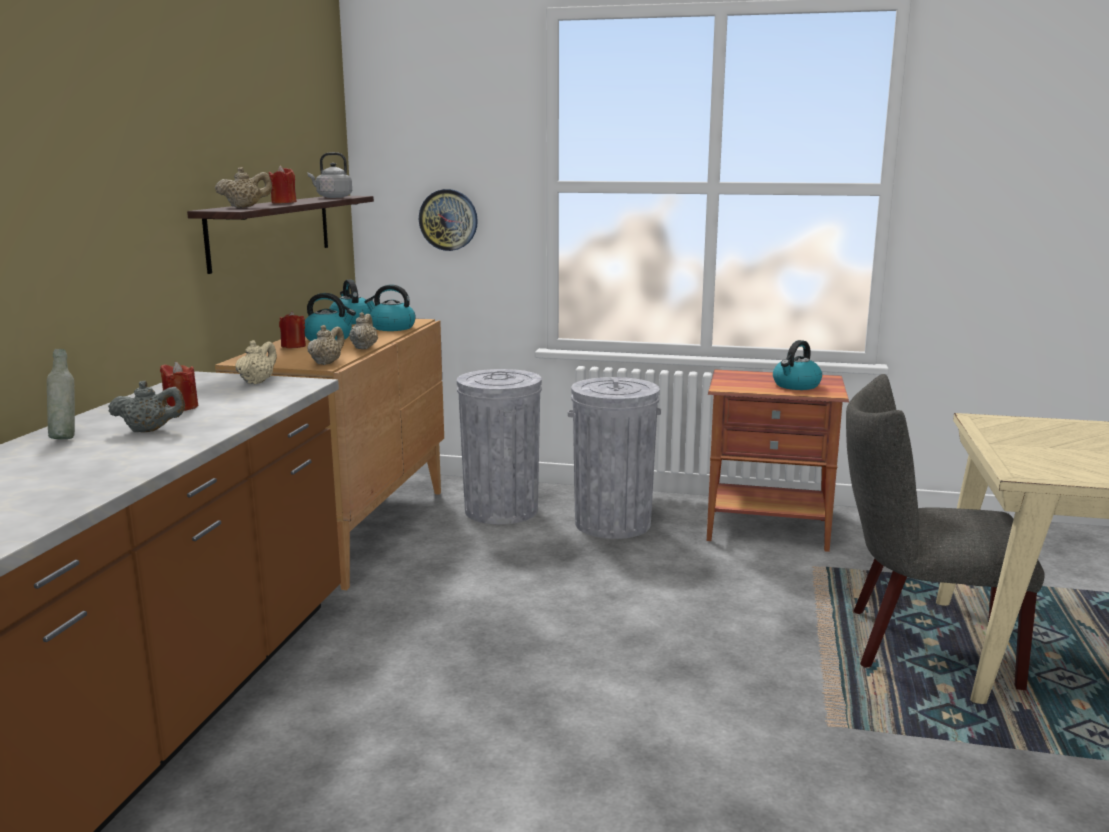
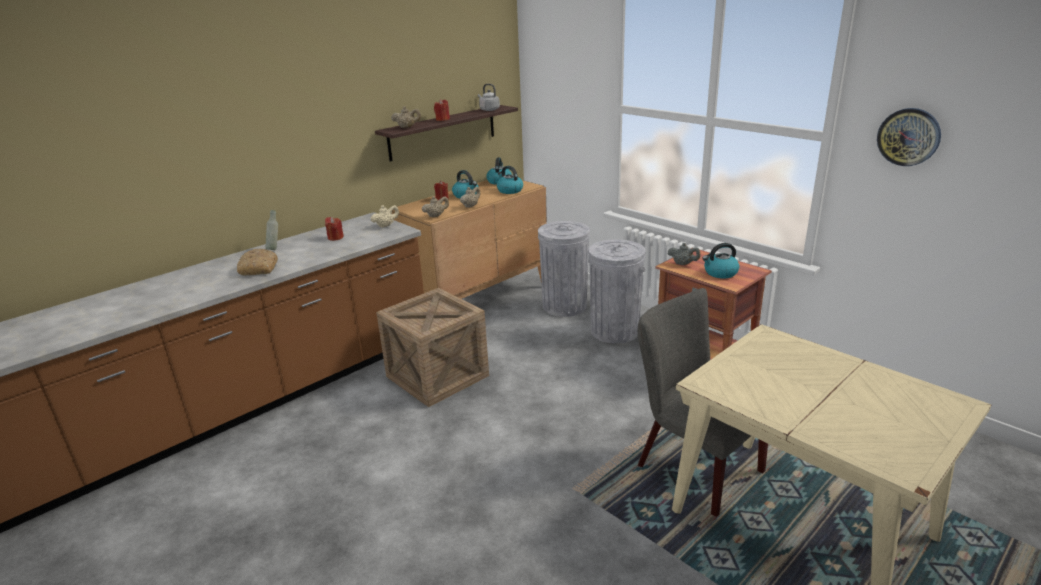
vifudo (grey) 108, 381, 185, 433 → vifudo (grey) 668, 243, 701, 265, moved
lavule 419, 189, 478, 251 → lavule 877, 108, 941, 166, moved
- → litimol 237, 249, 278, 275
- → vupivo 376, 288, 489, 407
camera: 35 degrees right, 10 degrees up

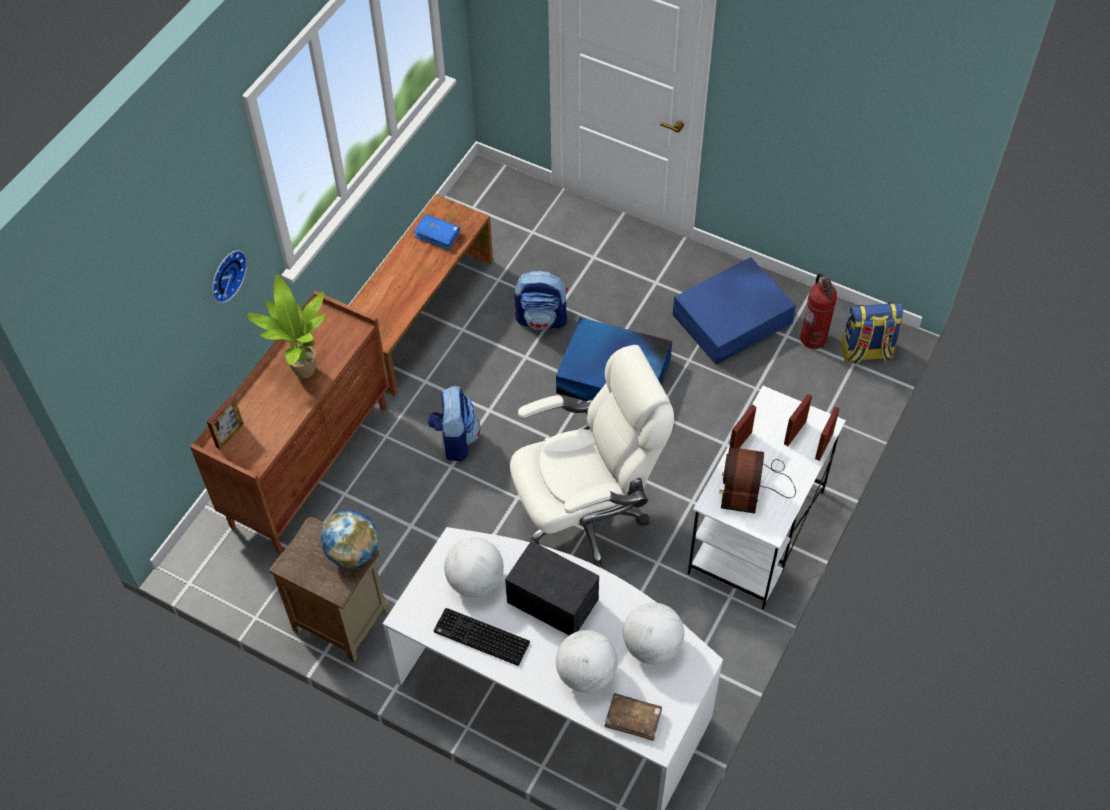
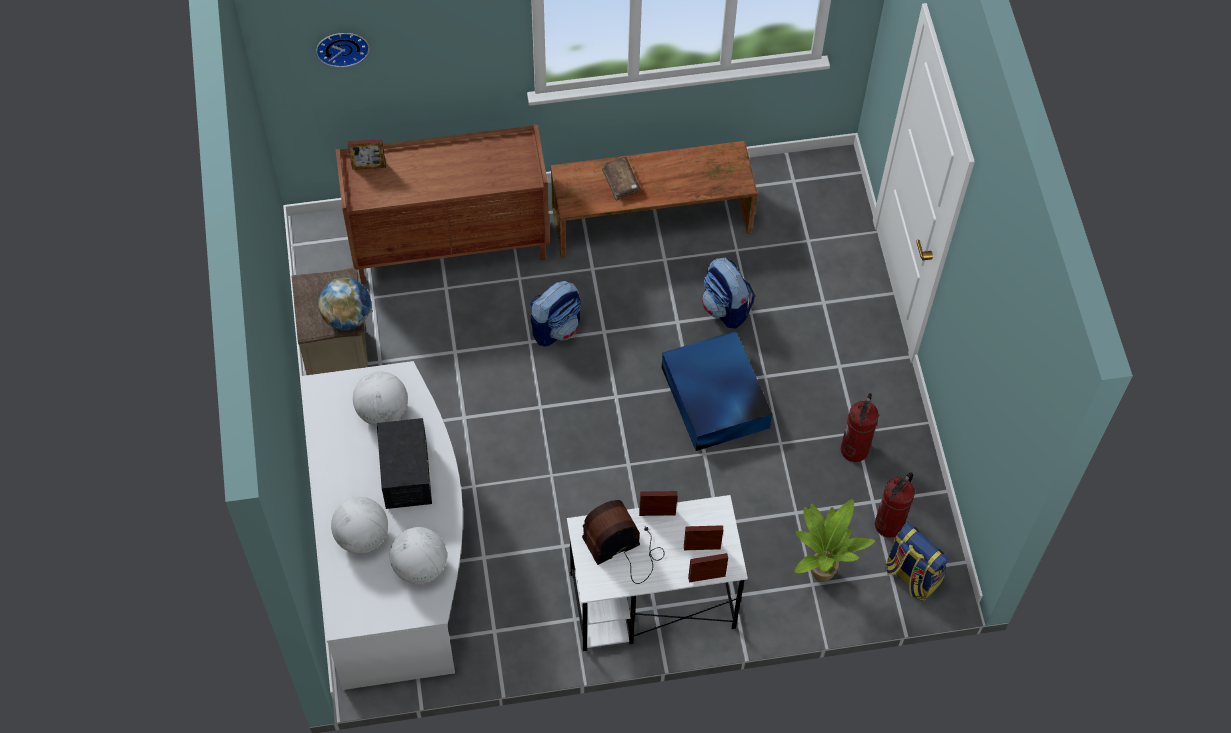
lavule 212, 250, 247, 303 → lavule 316, 33, 369, 67, moved
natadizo 247, 274, 326, 378 → natadizo 794, 499, 875, 582, moved
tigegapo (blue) 414, 214, 460, 250 → -
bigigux 434, 608, 530, 666 → -
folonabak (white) 510, 345, 674, 569 → -
tigegapo (brown) 605, 693, 662, 741 → tigegapo (brown) 602, 157, 640, 201, moved
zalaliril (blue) 673, 257, 796, 365 → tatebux 841, 393, 879, 462
camera: 50 degrees right, 5 degrees up

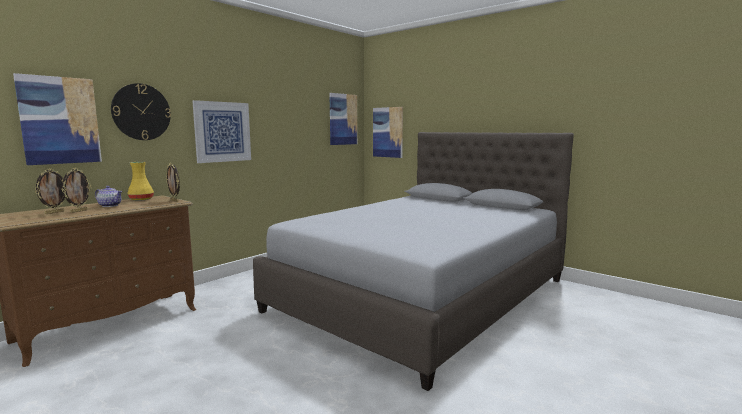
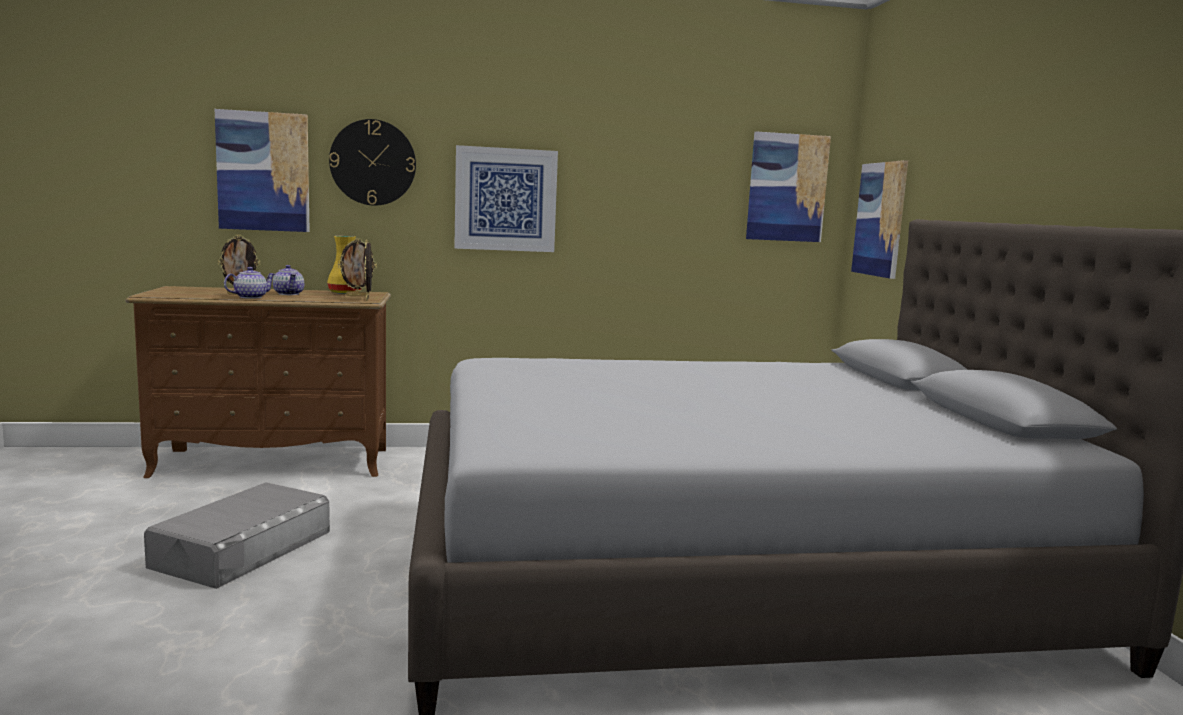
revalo 35, 169, 65, 214 → revalo 338, 238, 377, 296, moved
- → zalaliril (grey) 144, 482, 330, 589
- → vifudo 224, 267, 275, 299
camera: 40 degrees right, 0 degrees up

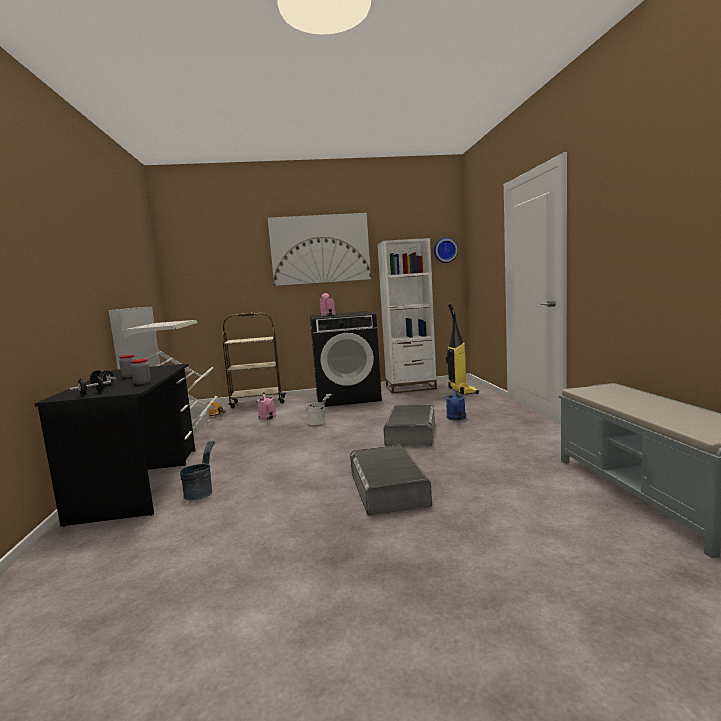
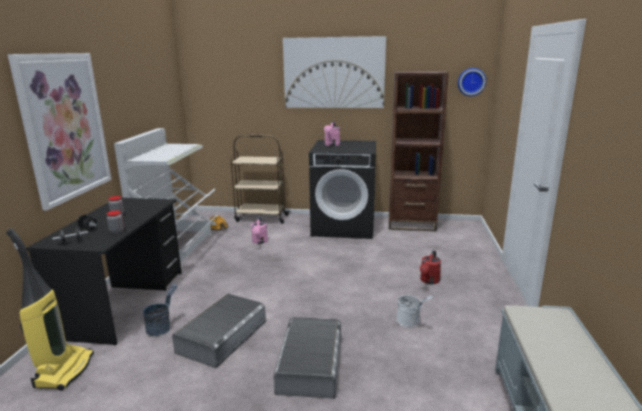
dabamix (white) 306, 394, 332, 425 → dabamix (white) 396, 295, 434, 328, moved
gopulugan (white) 377, 238, 437, 394 → gopulugan (brown) 389, 71, 449, 231
zalaliril (grey) 383, 405, 435, 446 → zalaliril (grey) 172, 294, 266, 368, moved
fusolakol 446, 303, 479, 395 → fusolakol 6, 228, 94, 391, moved
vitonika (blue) 446, 389, 466, 420 → vitonika (red) 420, 251, 441, 284
- → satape 7, 53, 111, 210
camera: 15 degrees right, 10 degrees up

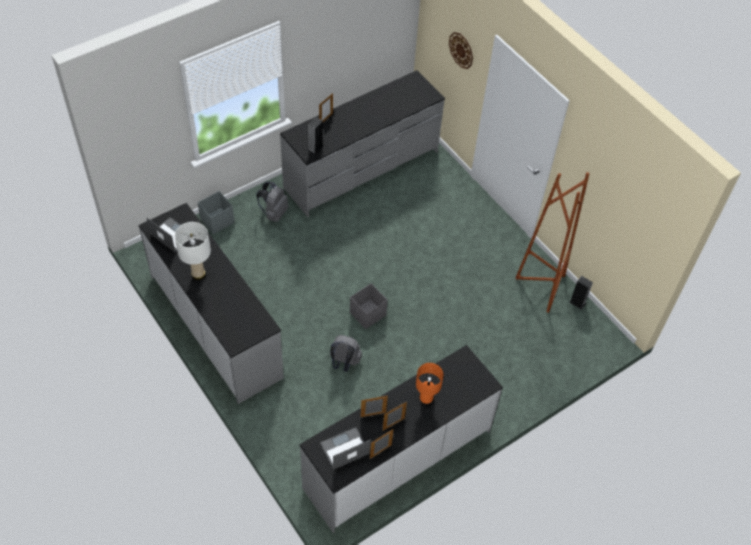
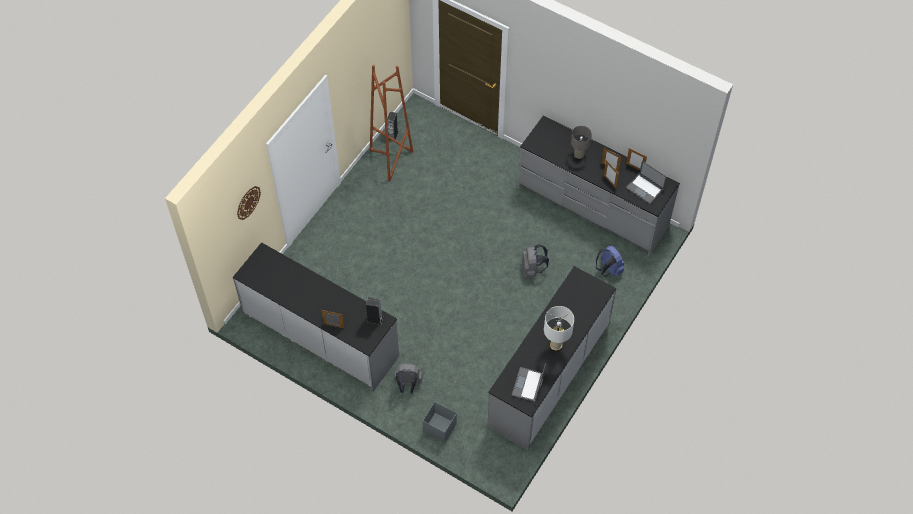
zalaliril (grey) 350, 283, 388, 329 → -
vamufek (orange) 416, 363, 443, 404 → vamufek (grey) 571, 125, 592, 160
- → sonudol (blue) 596, 246, 624, 277
camera: 110 degrees left, 5 degrees up

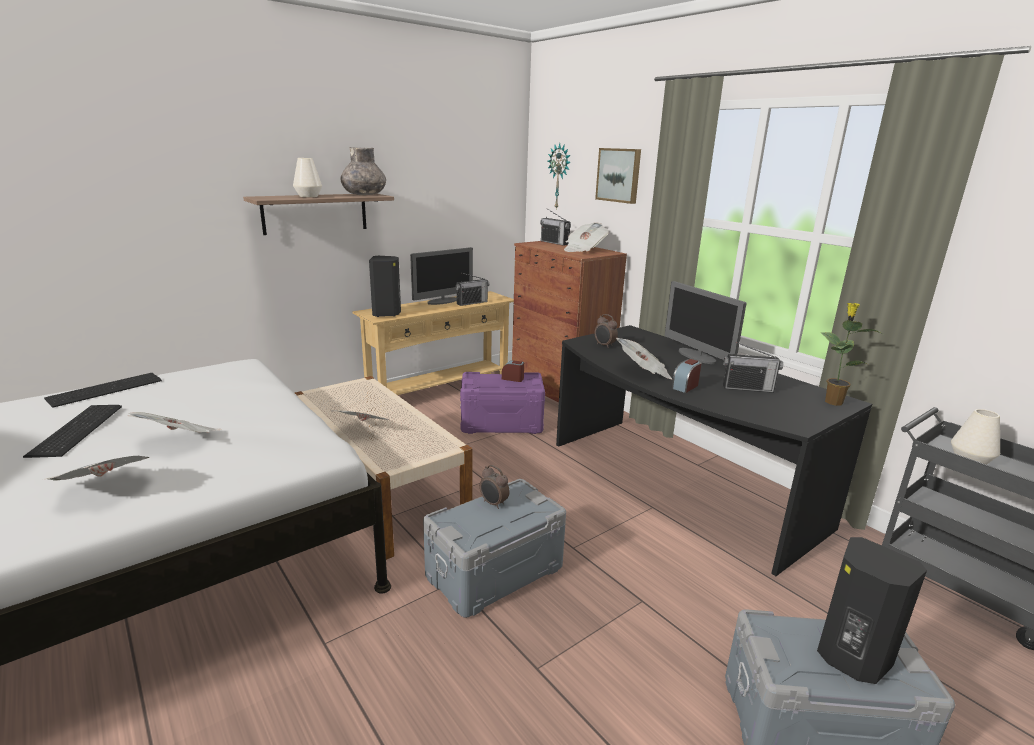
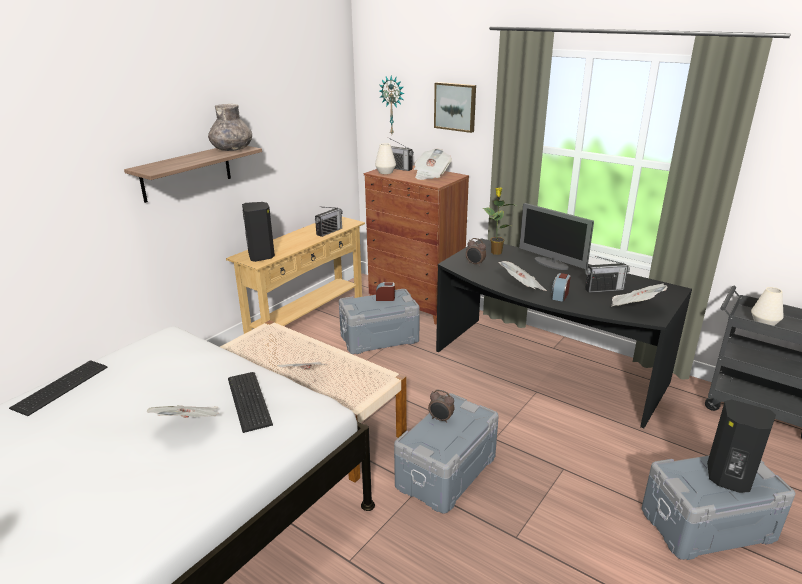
bigigux 23, 405, 122, 458 → bigigux 228, 372, 273, 433, moved
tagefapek 46, 456, 149, 480 → tagefapek 612, 284, 667, 306, moved
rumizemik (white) 293, 158, 322, 197 → rumizemik (white) 375, 143, 396, 174, moved
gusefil 410, 247, 473, 305 → -
zalaliril (purple) 460, 372, 545, 434 → zalaliril (grey) 339, 289, 420, 354
natadizo 821, 303, 881, 406 → natadizo 483, 187, 516, 255, moved
camera: 15 degrees left, 5 degrees up

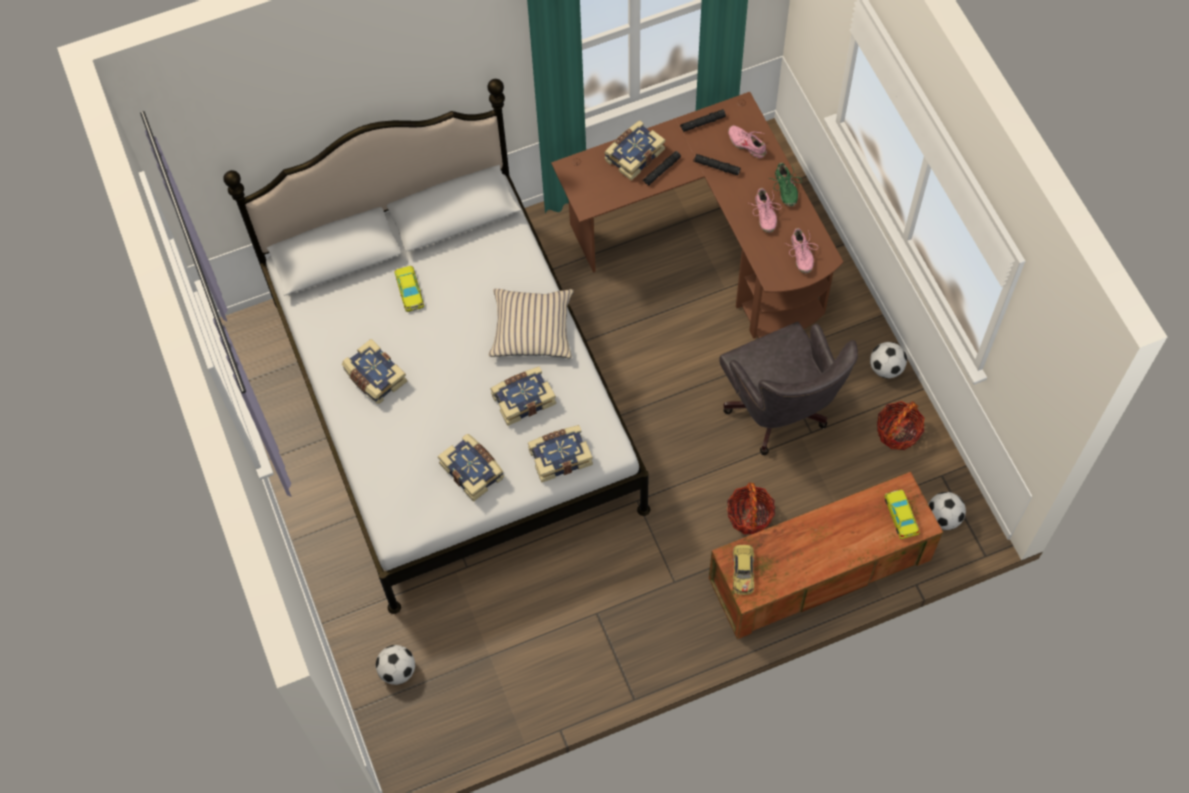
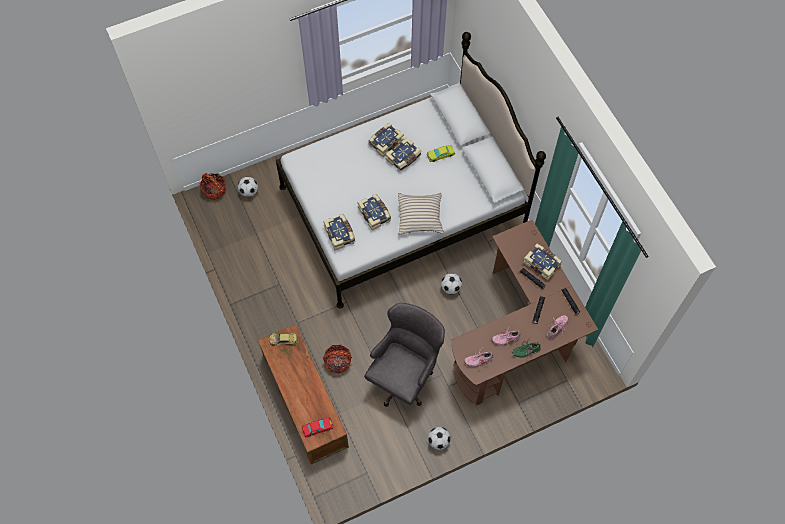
tigegapo 438, 434, 504, 502 → tigegapo 386, 137, 422, 172, moved
folonabak (grey) 719, 322, 858, 455 → folonabak (grey) 364, 303, 445, 407, 150 degrees clockwise
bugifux 877, 401, 925, 450 → bugifux 200, 173, 226, 200, moved
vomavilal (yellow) 884, 489, 920, 539 → vomavilal (red) 302, 417, 333, 437
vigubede 928, 492, 966, 530 → vigubede 441, 273, 462, 294, moved
camera: 85 degrees right, 0 degrees up

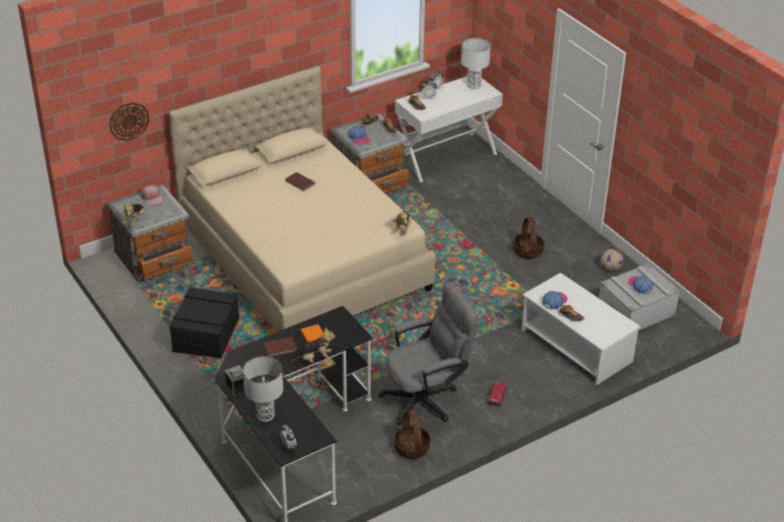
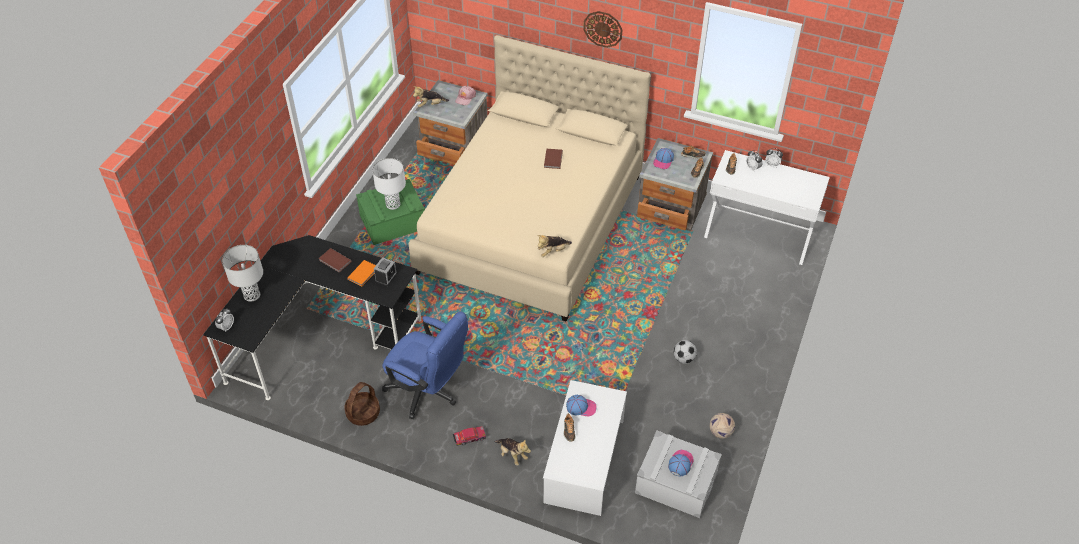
lavule 109, 102, 149, 141 → lavule 583, 11, 622, 48, moved
zalaliril (black) 169, 287, 239, 359 → zalaliril (green) 356, 179, 425, 245
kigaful 225, 365, 245, 397 → kigaful 374, 257, 397, 286, moved
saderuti 290, 327, 335, 364 → saderuti 494, 438, 531, 466, moved
folonabak (grey) 379, 282, 478, 425 → folonabak (blue) 382, 311, 468, 419
vamufek (white) 461, 38, 491, 89 → vamufek (white) 372, 158, 406, 210, moved
bugifux 513, 217, 544, 259 → vigubede 674, 340, 697, 364
camera: 55 degrees right, 10 degrees up

